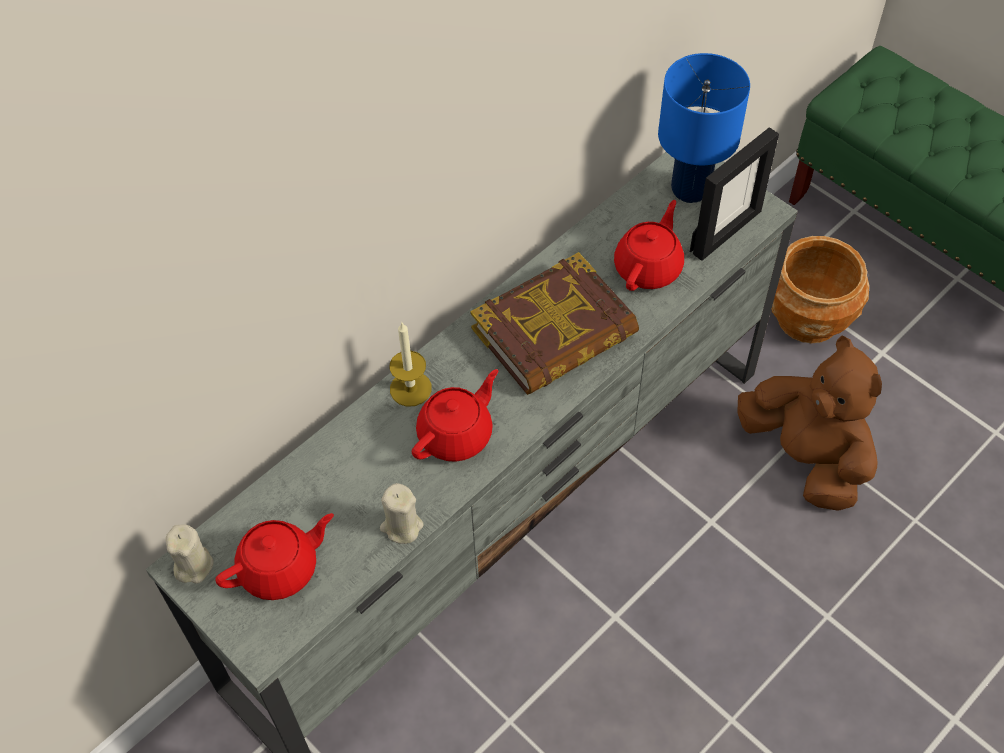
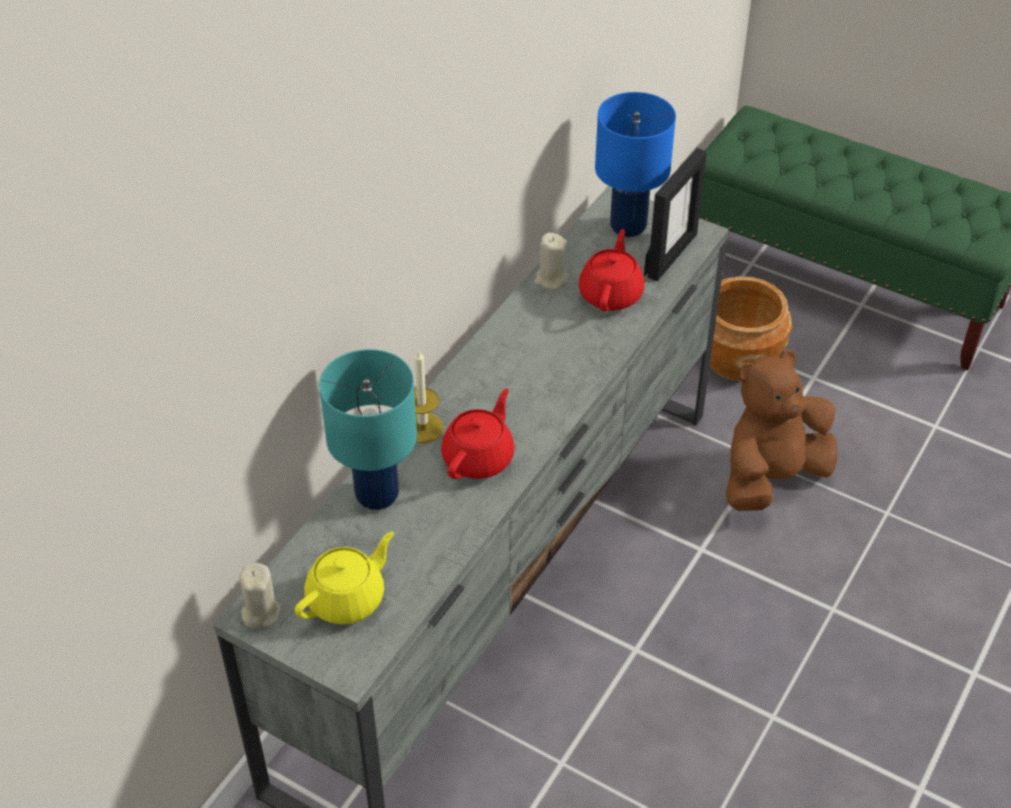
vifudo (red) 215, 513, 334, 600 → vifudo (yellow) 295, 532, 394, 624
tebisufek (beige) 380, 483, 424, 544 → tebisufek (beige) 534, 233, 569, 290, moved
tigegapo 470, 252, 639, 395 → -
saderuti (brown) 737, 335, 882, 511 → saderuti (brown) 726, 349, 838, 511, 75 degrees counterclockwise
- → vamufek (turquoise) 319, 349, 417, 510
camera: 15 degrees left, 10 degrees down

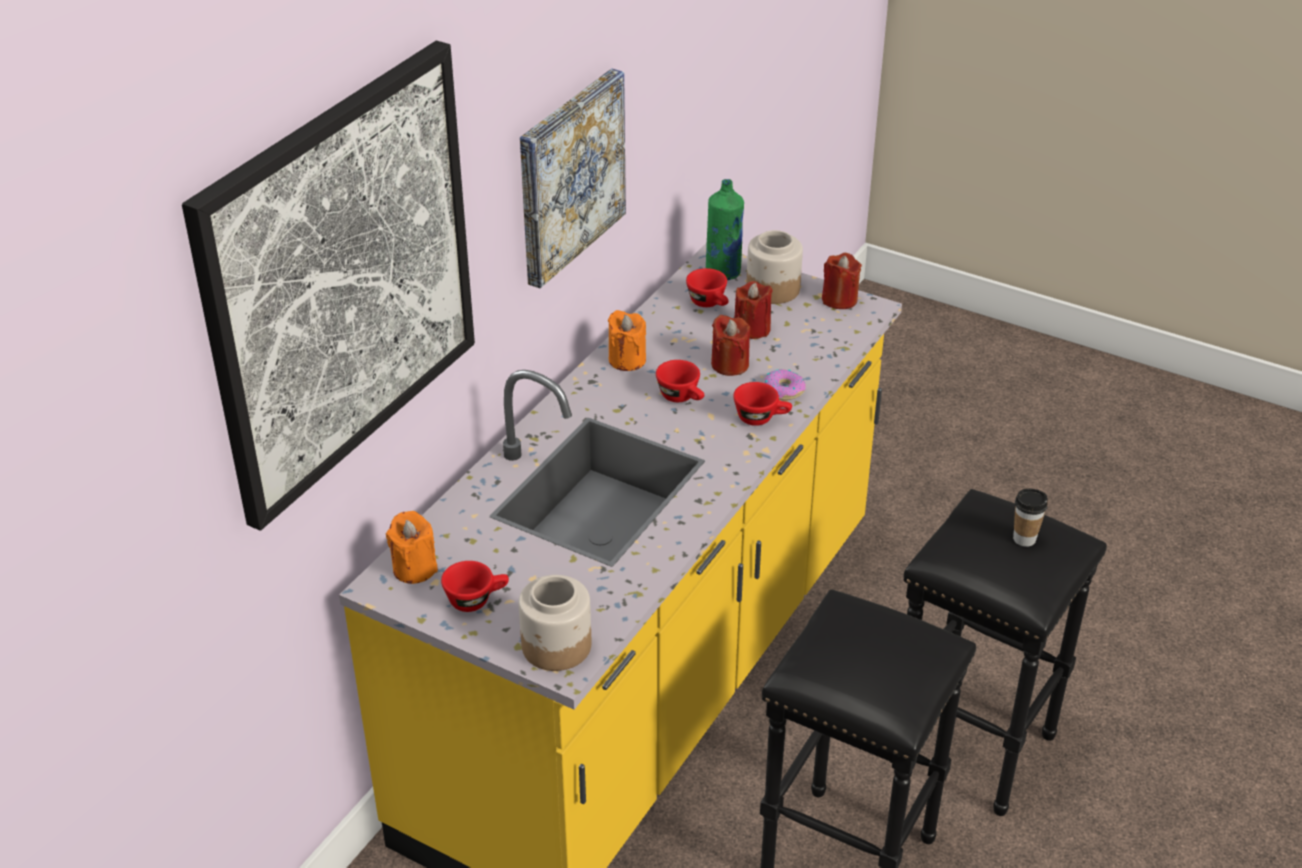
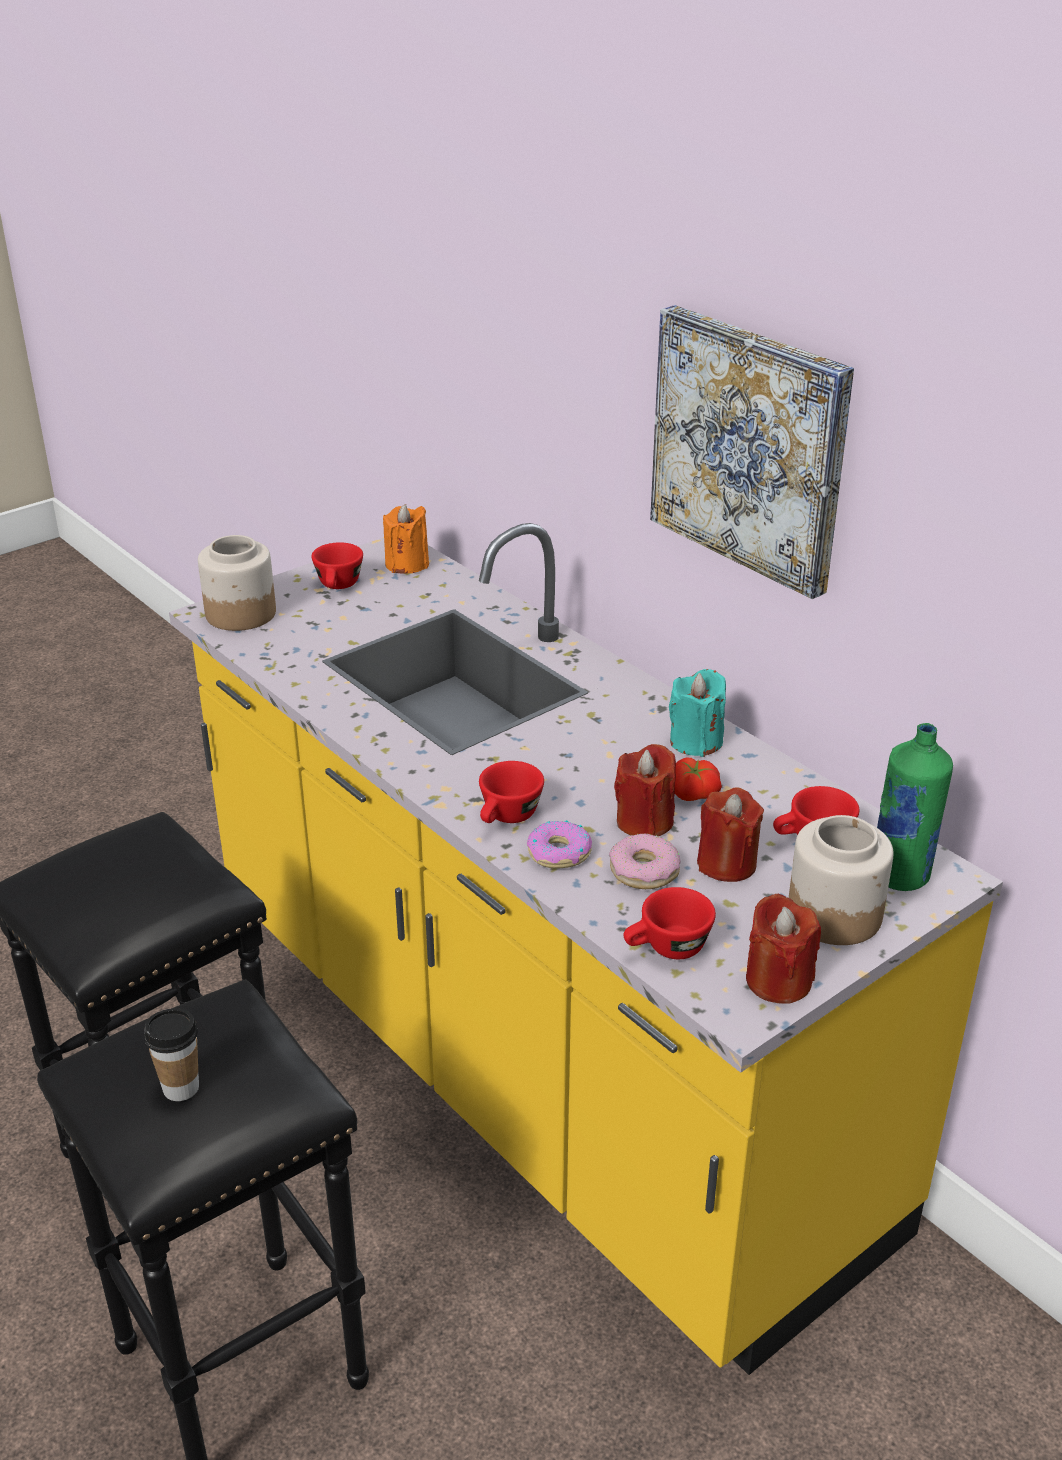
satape 182, 41, 475, 531 → -
tebisufek (orange) 608, 310, 646, 371 → tebisufek (turquoise) 669, 669, 726, 757
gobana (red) 656, 360, 704, 402 → gobana (red) 623, 887, 716, 959, moved
- → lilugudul 609, 834, 681, 889
- → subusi 675, 758, 722, 801
camera: 110 degrees right, 5 degrees down

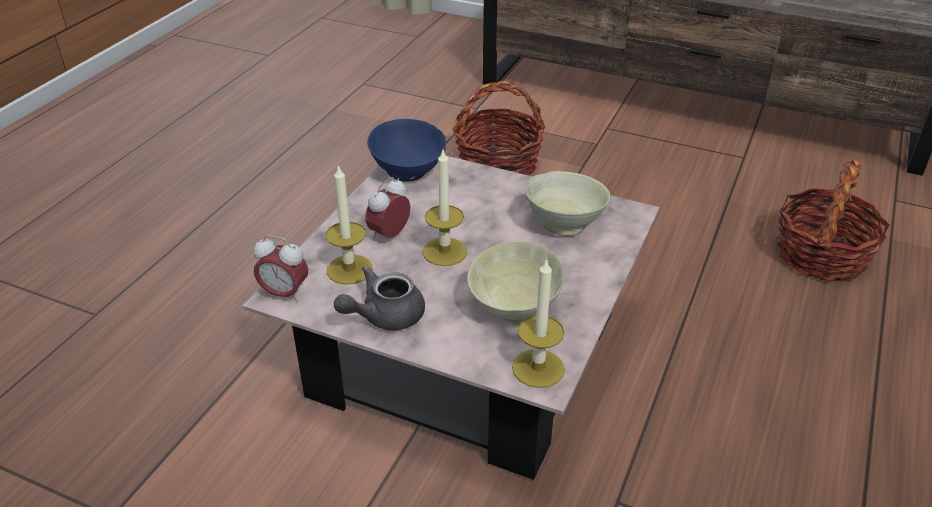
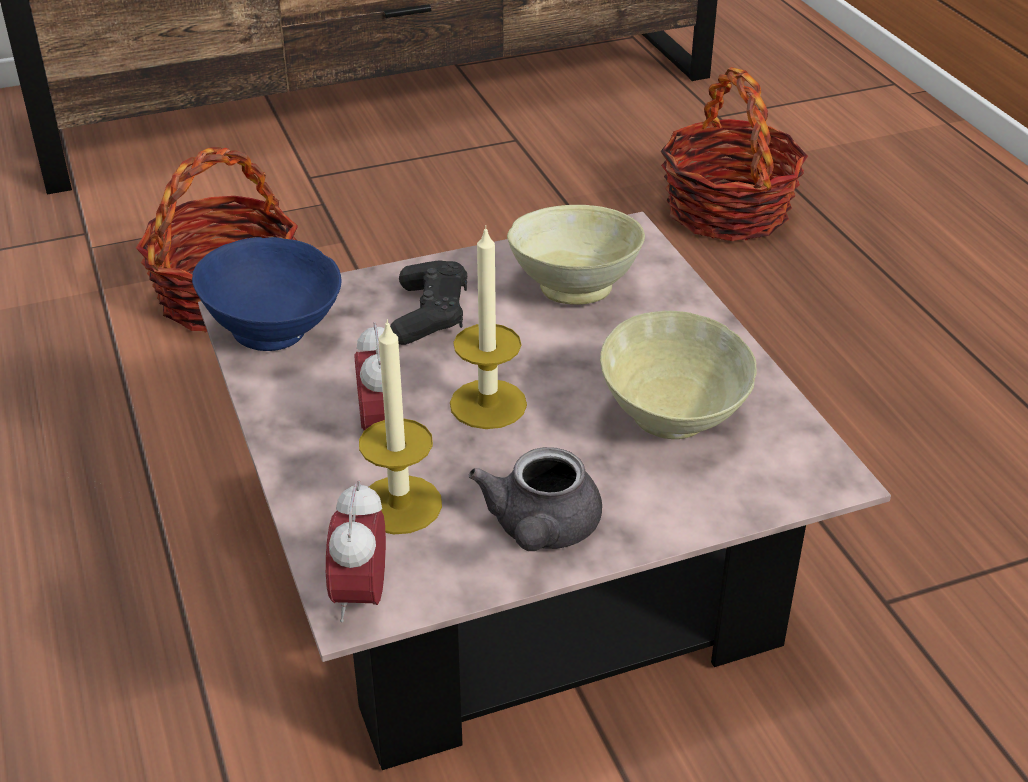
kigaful 253, 235, 308, 303 → kigaful 326, 481, 386, 622, 120 degrees clockwise
tebisufek 512, 258, 565, 388 → -
- → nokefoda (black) 390, 261, 467, 345
camera: 45 degrees left, 0 degrees up

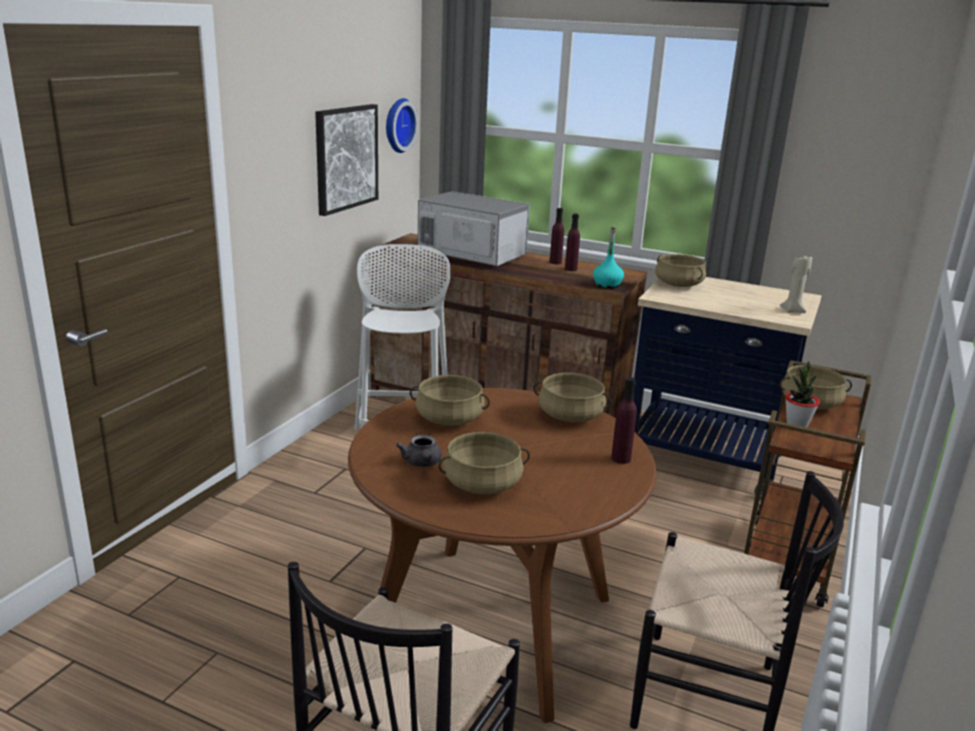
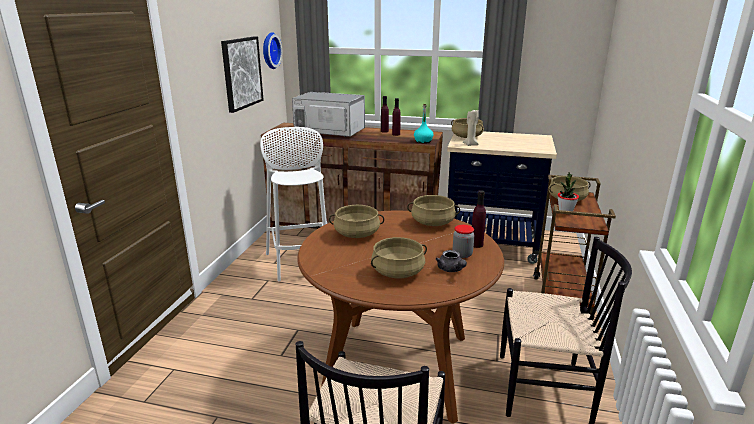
vifudo (grey) 396, 435, 442, 467 → vifudo (grey) 436, 250, 467, 272, moved
tebisufek (beige) 779, 254, 812, 313 → tebisufek (beige) 463, 110, 479, 146, moved
- → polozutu 453, 225, 474, 258
camera: 10 degrees left, 0 degrees up

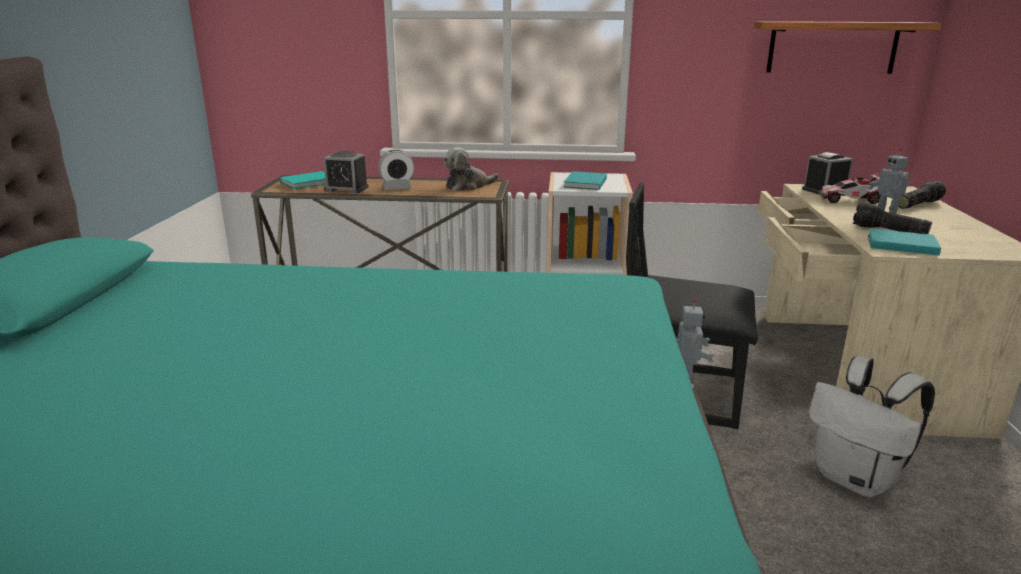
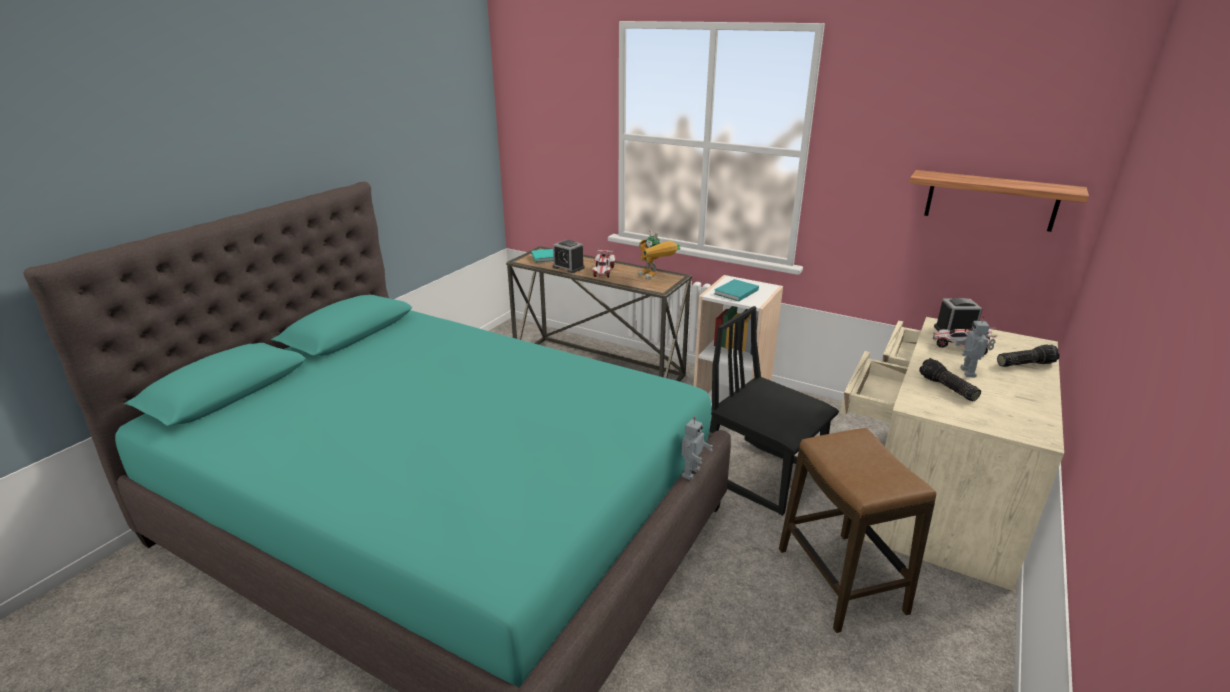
kigaful 378, 150, 414, 190 → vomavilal 592, 247, 615, 278
saderuti 443, 147, 499, 191 → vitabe 638, 230, 681, 280
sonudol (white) 809, 356, 935, 497 → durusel 779, 428, 936, 633
tigegapo (turquoise) 868, 228, 941, 255 → -
camera: 25 degrees right, 5 degrees up

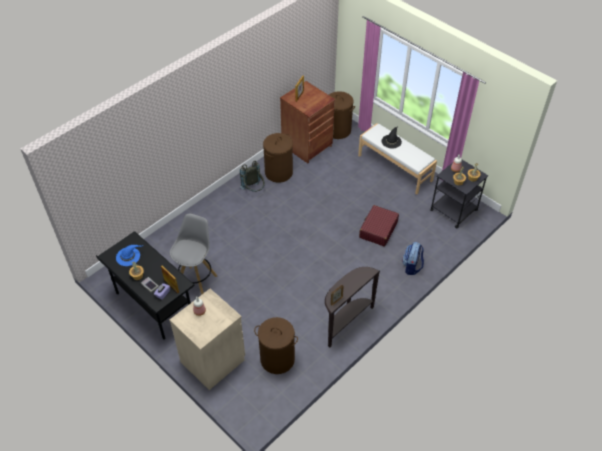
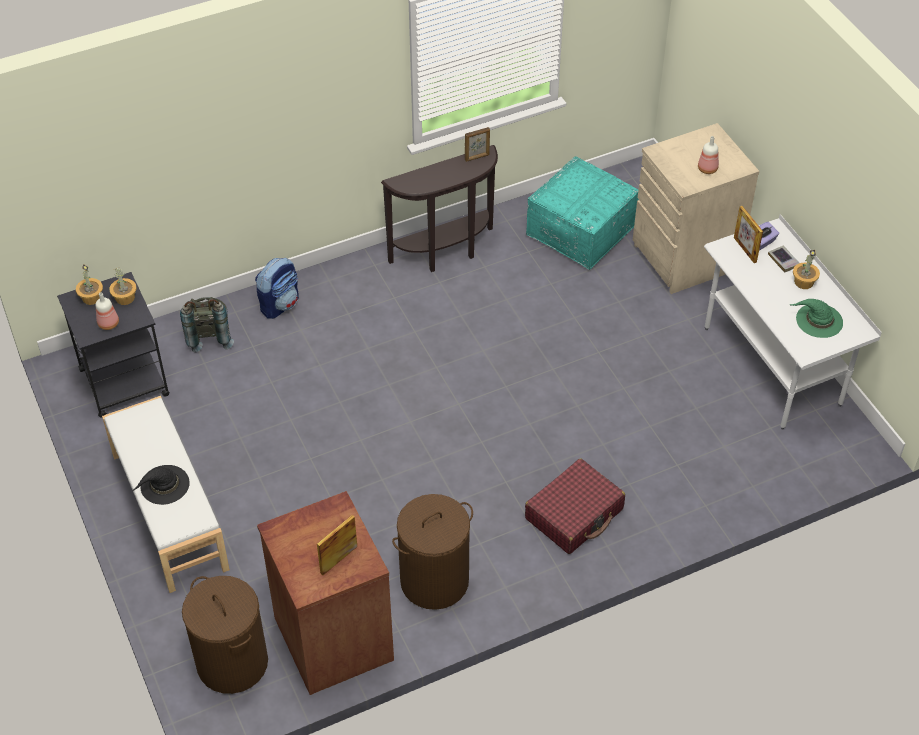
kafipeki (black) 96, 231, 194, 340 → kafipeki (white) 704, 214, 882, 430
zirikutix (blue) 116, 245, 144, 266 → zirikutix (green) 789, 299, 843, 338
durusel (grey) 169, 214, 218, 295 → -
sonudol (grey) 240, 161, 265, 192 → sonudol (grey) 180, 297, 234, 352, moved
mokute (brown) 254, 317, 298, 374 → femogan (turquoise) 526, 156, 639, 270
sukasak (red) 359, 205, 399, 247 → sukasak (red) 525, 458, 625, 554, moved
camera: 160 degrees left, 0 degrees up

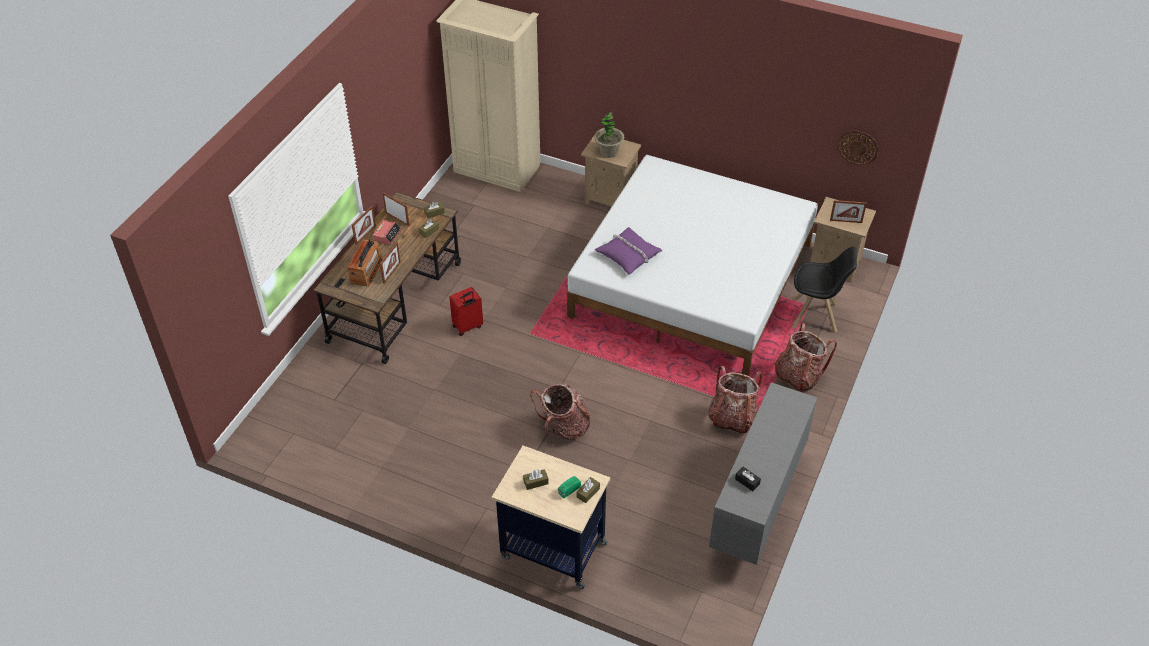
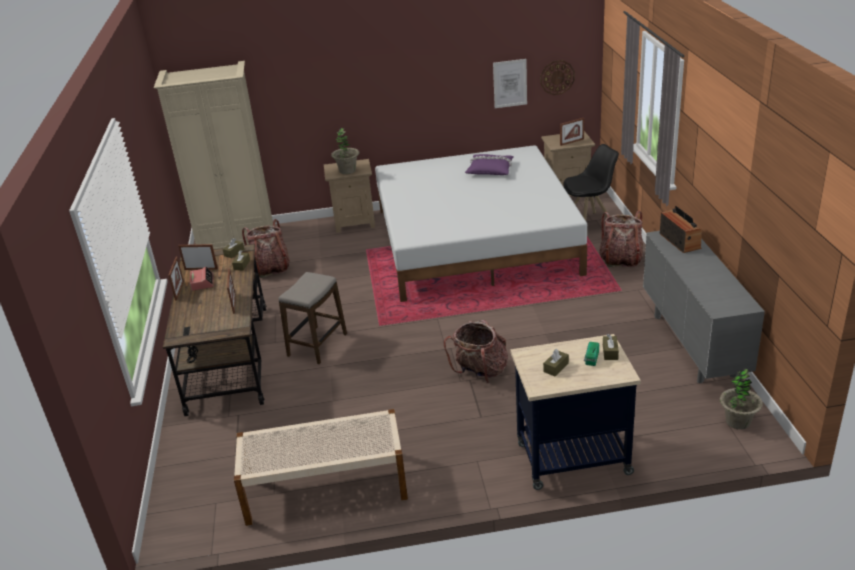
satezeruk 348, 239, 383, 286 → satezeruk 660, 206, 702, 253, moved
sukasak (red) 449, 287, 483, 336 → durusel 278, 272, 347, 364
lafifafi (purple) 595, 227, 662, 275 → lafifafi (purple) 465, 154, 514, 175, moved
sonudol 708, 366, 762, 434 → sonudol 242, 219, 290, 278, moved
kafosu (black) 735, 467, 761, 491 → -
- → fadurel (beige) 234, 409, 408, 526
- → satape 493, 59, 527, 108
- → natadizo 720, 368, 763, 429
camera: 30 degrees left, 15 degrees down

